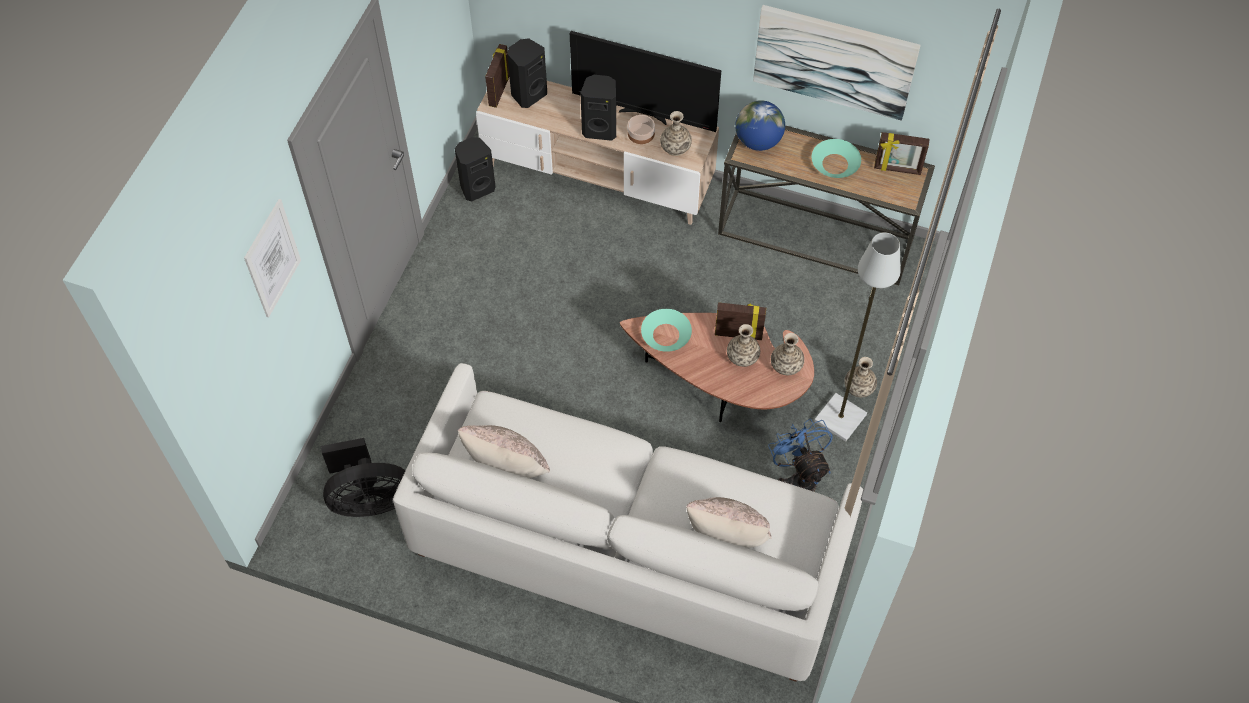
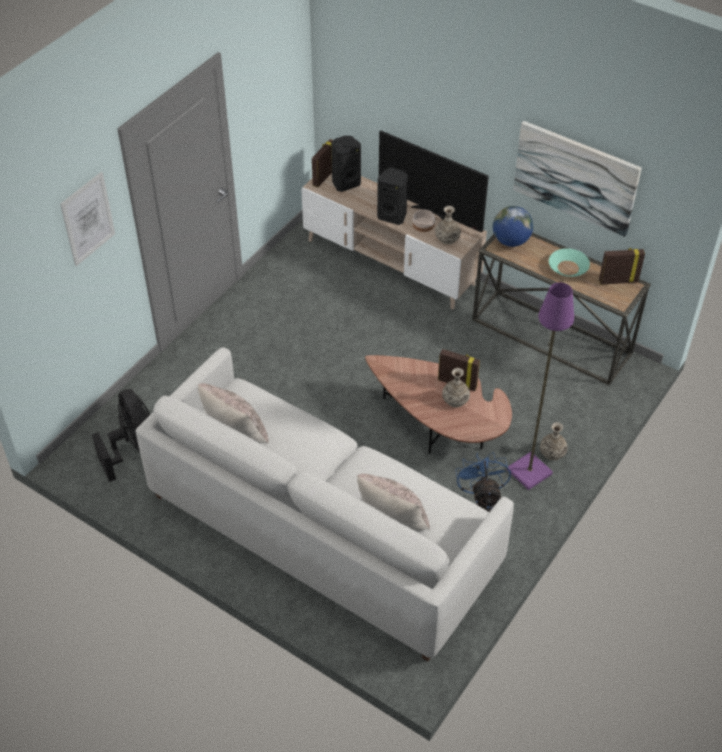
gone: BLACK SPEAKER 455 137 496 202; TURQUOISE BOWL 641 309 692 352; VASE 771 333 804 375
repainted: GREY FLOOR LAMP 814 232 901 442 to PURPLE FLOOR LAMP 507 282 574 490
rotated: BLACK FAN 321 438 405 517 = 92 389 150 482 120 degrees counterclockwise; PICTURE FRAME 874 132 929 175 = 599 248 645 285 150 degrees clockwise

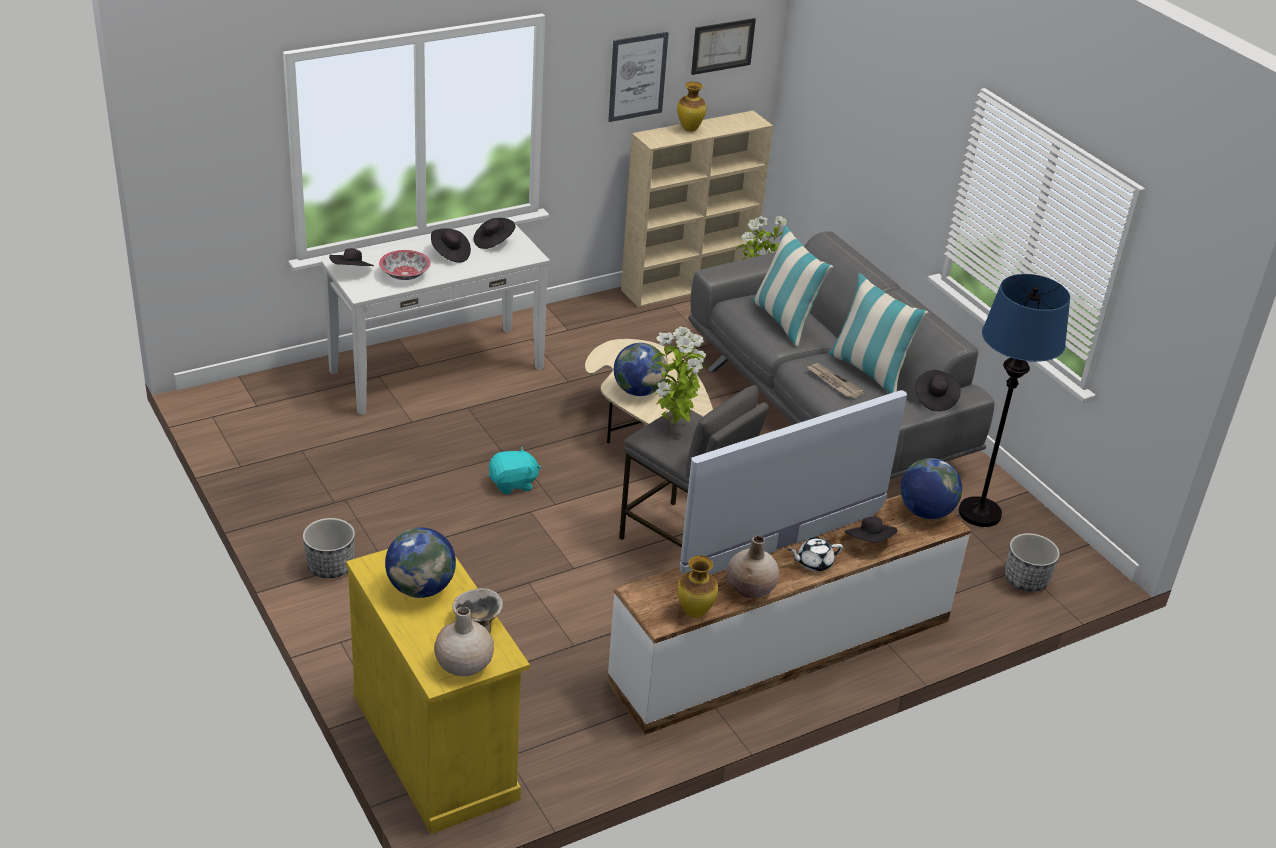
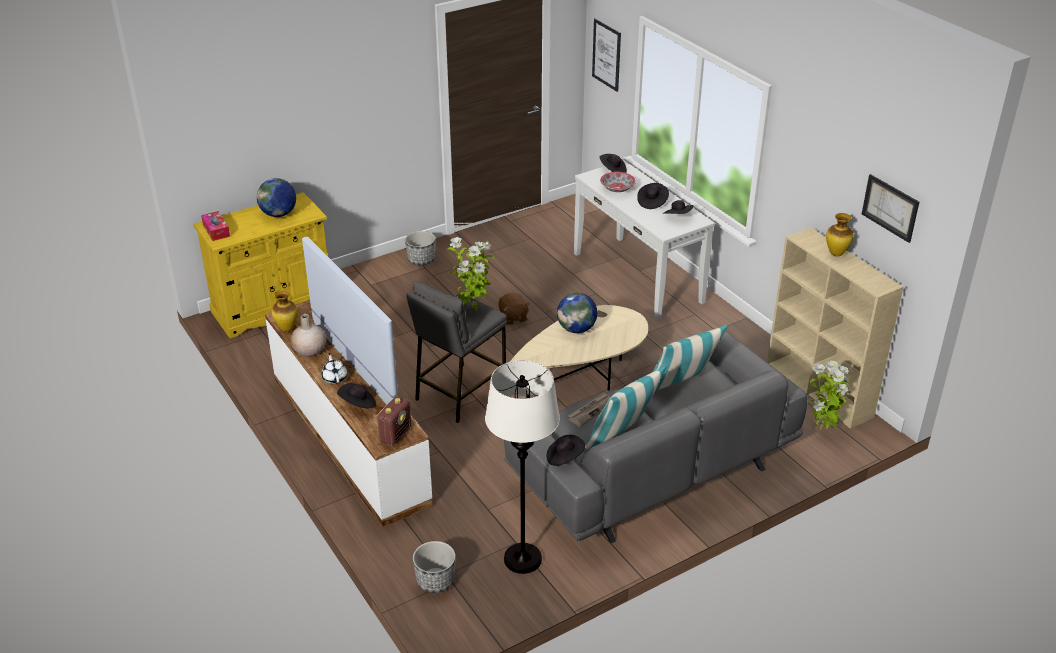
gone: BOWL 452 588 503 633
shifted: PICTURE 608 32 669 122 to 592 18 621 92
swapped: BEIGE VASE 434 606 494 676 to TISSUE BOX 201 211 230 241; GLOBE 900 458 962 519 to RADIO 377 396 411 445
repainted: TURQUOISE PLUSH TOY 489 447 541 495 to BROWN PLUSH TOY 498 293 530 325; BLUE FLOOR LAMP 958 274 1070 527 to WHITE FLOOR LAMP 485 360 560 574

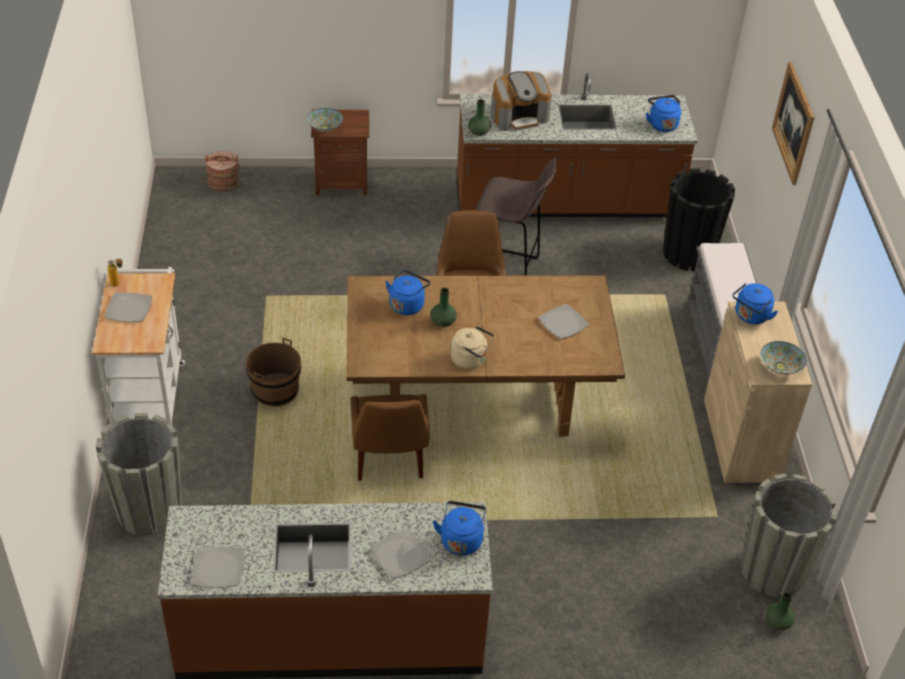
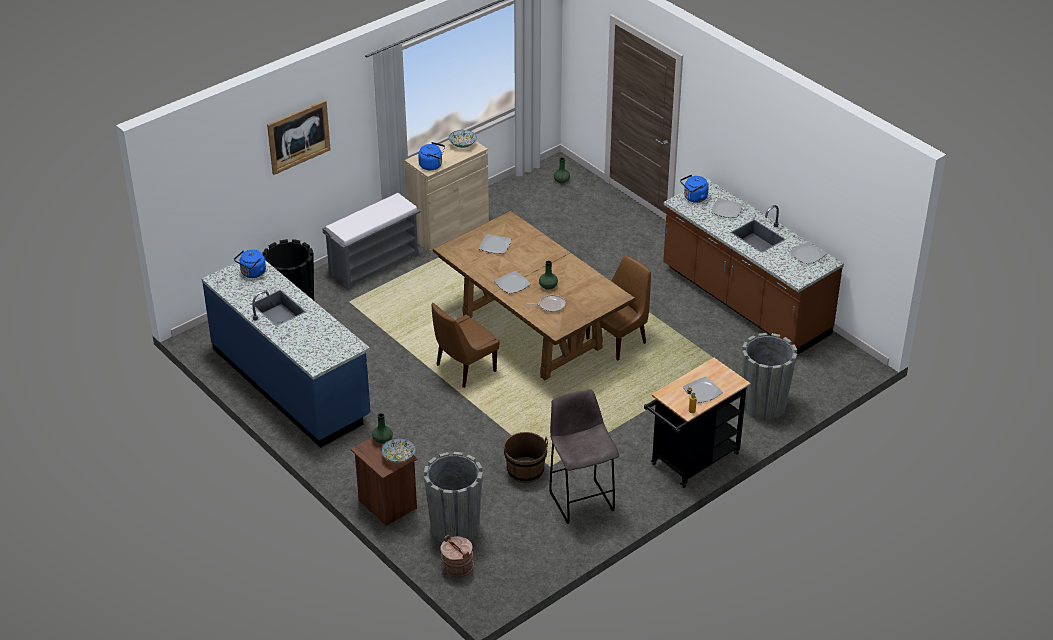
gone: BEIGE KETTLE 451 326 494 369; COFFEE MACHINE 491 71 551 131
new: PLATE 494 271 531 294
shifted: BROWN BUCKET 246 338 301 407 to 503 432 548 483; GREEN VASE 468 99 491 136 to 372 413 393 444; GREY STOOL 476 158 557 276 to 549 389 619 524; GREY PLANTER 741 473 838 598 to 424 452 483 543
swapped: BLUE KETTLE 385 270 431 315 to FRYING PAN 526 295 566 312
repainted: WHITE CART 92 267 185 427 to BLACK CART 644 358 750 488; BROWN COUNTER 457 73 698 217 to BLUE COUNTER 202 260 371 448

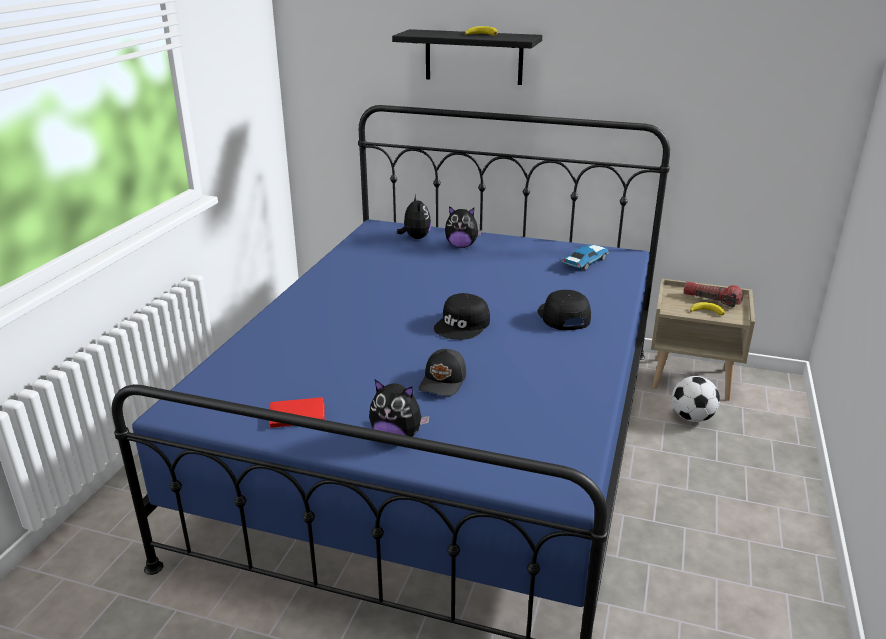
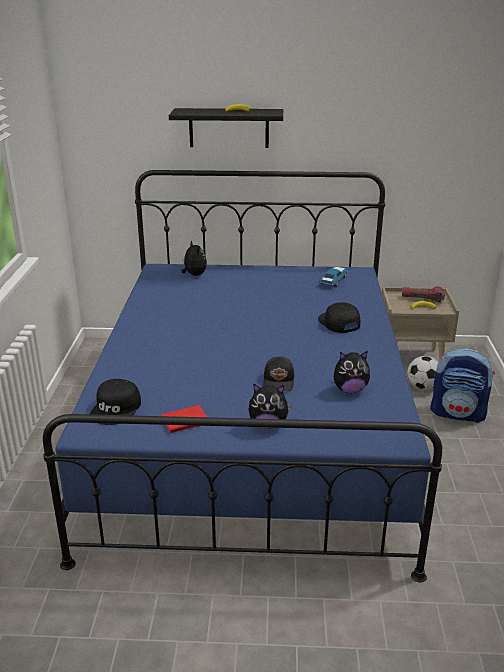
new: BACKPACK 430 348 495 423
shifted: BLACK CAP 434 293 490 340 to 90 379 141 425; PLUSH TOY 445 206 482 248 to 334 351 370 393

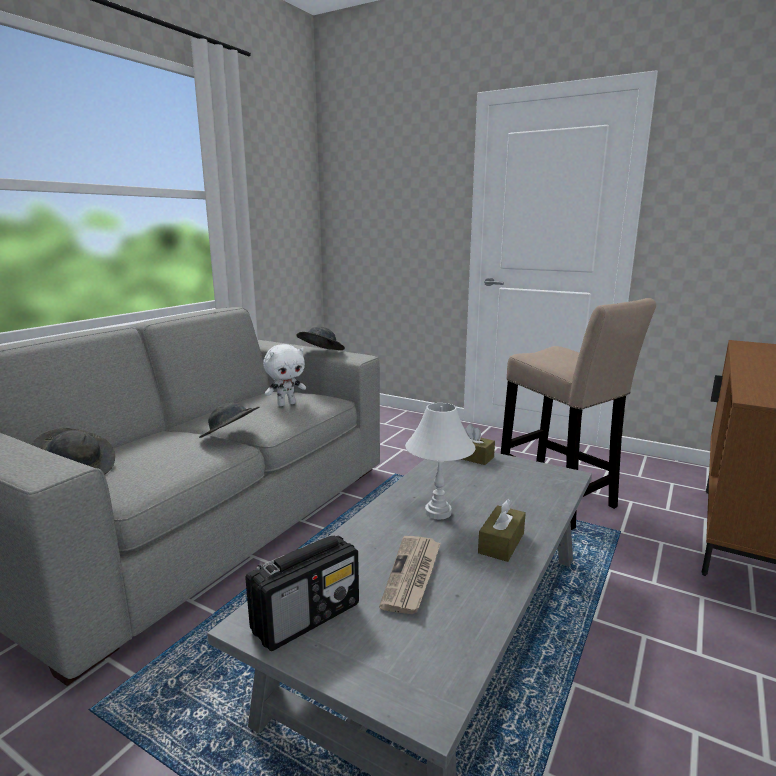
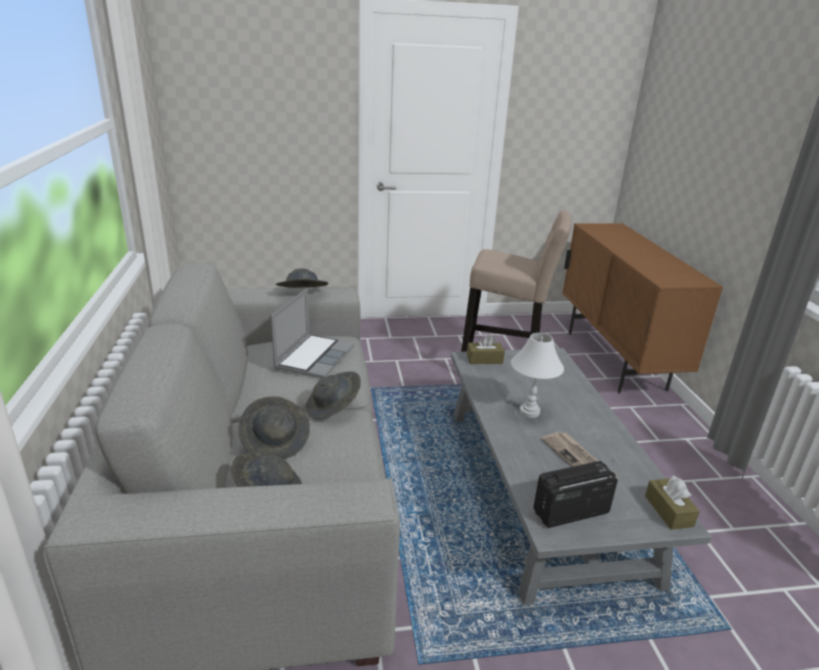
new: GREY HAT 238 396 310 459
shifted: BROWN TISSUE BOX 478 499 526 562 to 645 475 700 530
swapped: WHITE PLUSH TOY 263 344 306 406 to LAPTOP 271 288 354 378
rotated: RADIO 245 535 359 651 = 533 461 618 528 120 degrees counterclockwise

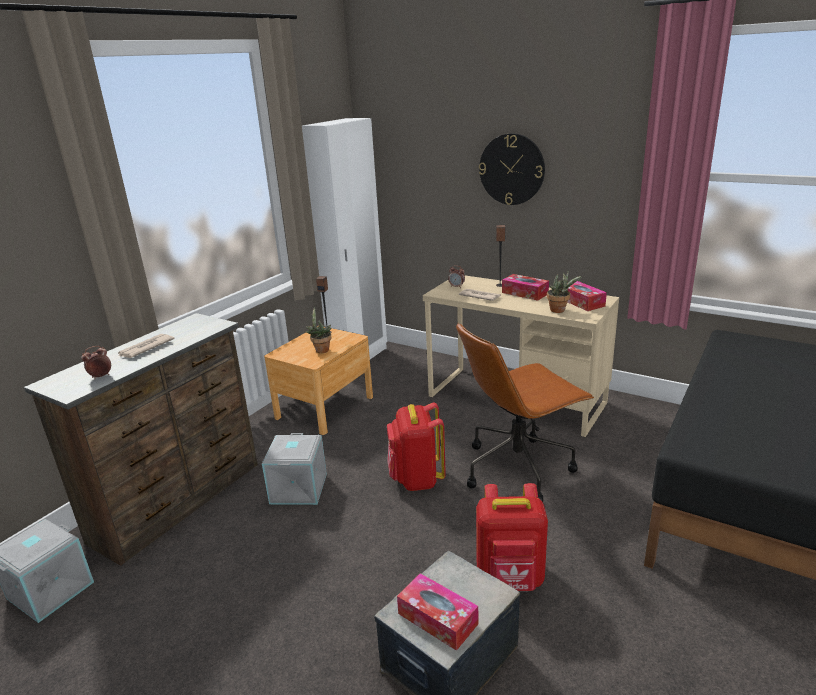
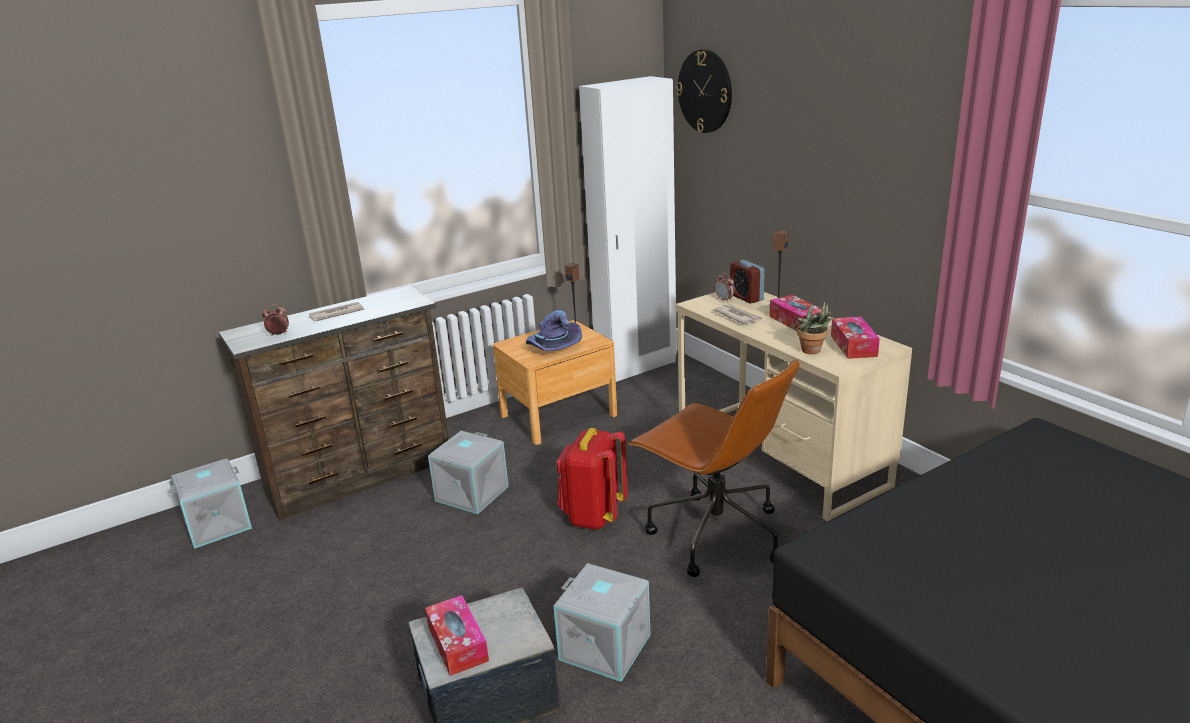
new: ALARM CLOCK 730 260 765 303
shifted: WALL CLOCK 479 133 545 205 to 676 49 732 133
swapped: POTTED PLANT 304 307 331 353 to PURPLE HAT 526 310 582 351; RED BACKPACK 476 483 548 591 to GREY STORAGE BOX 554 563 651 682
rotated: BROWN OFFICE CHAIR 456 323 594 502 = 628 358 799 577 135 degrees counterclockwise

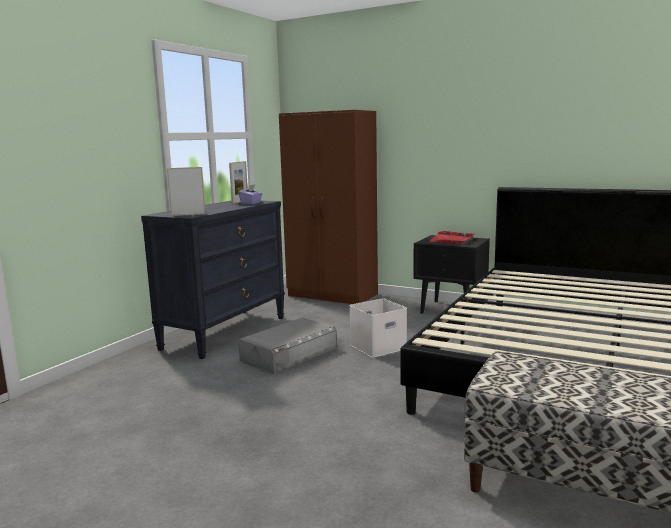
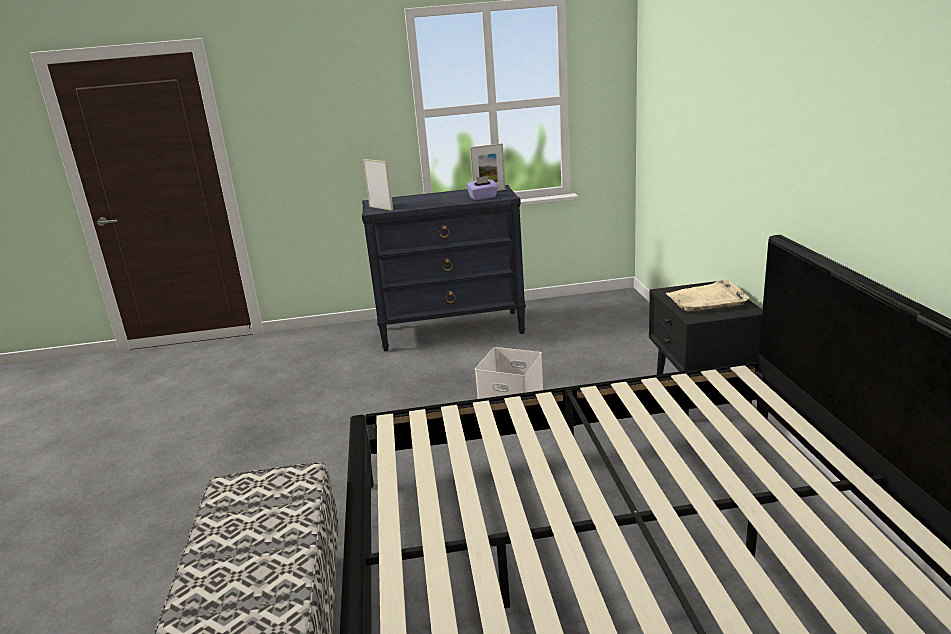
gone: GREY STORAGE BOX 239 318 337 374; BROWN WARDROBE 279 110 378 304
repainted: RED TRAY 429 231 476 244 to BEIGE TRAY 666 279 750 312

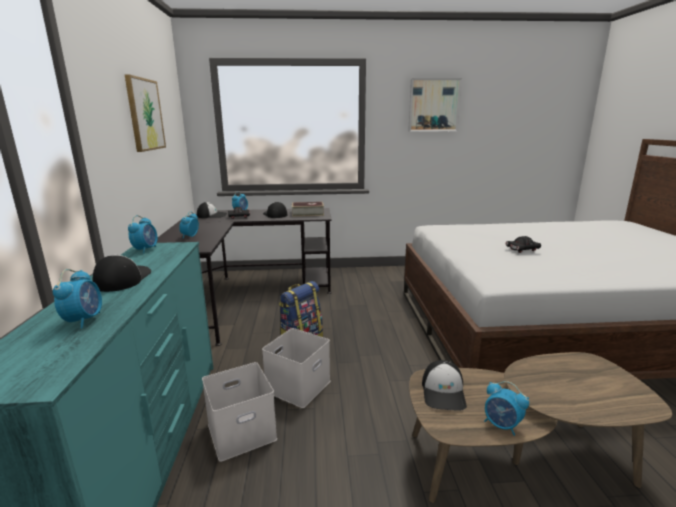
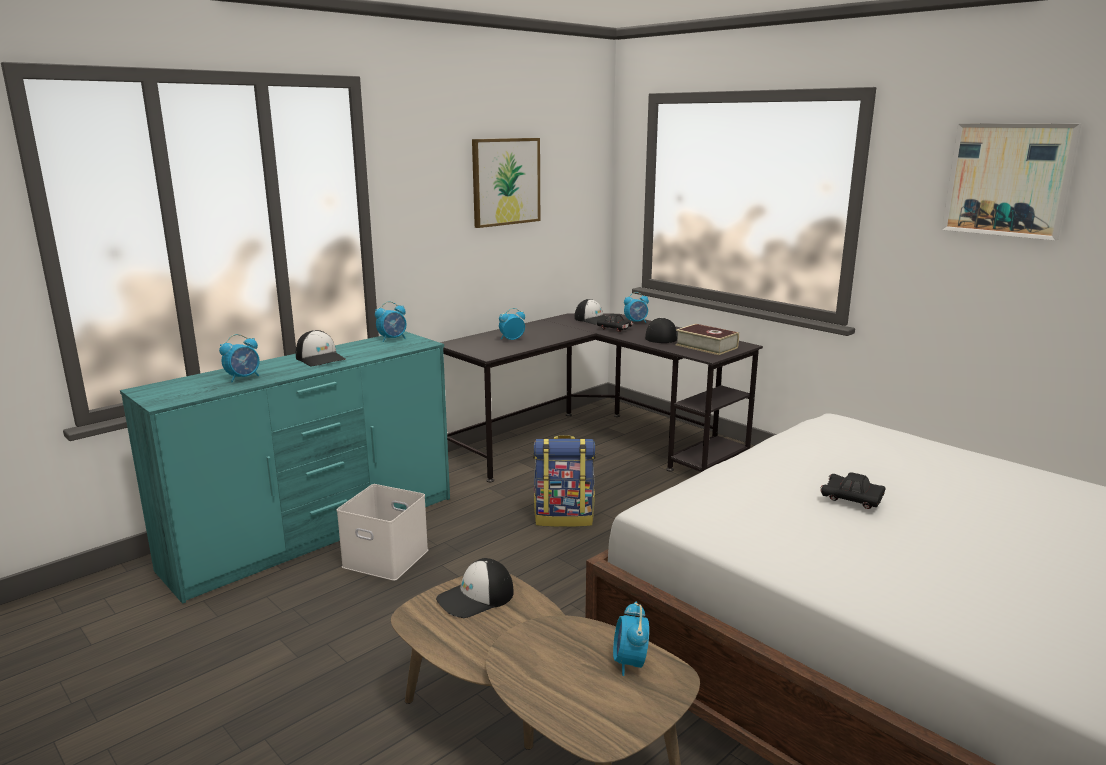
gone: WHITE STORAGE BOX 262 328 330 408
shifted: ALARM CLOCK 484 381 529 436 to 613 601 649 676
rotated: CAP 93 255 151 292 = 296 330 346 366 90 degrees clockwise

